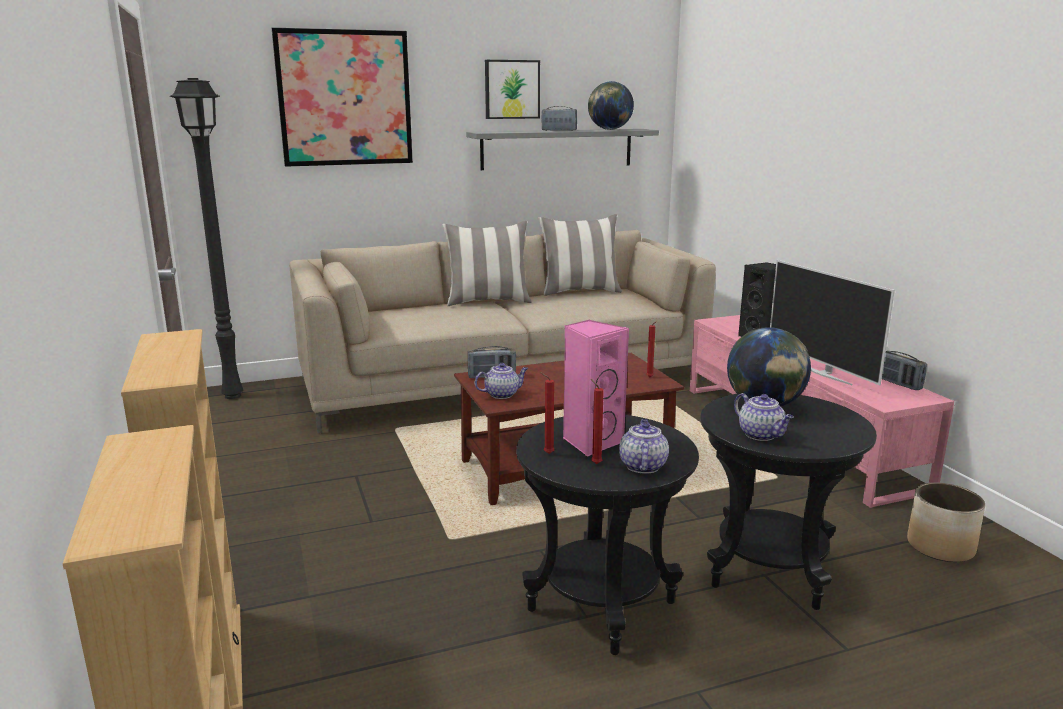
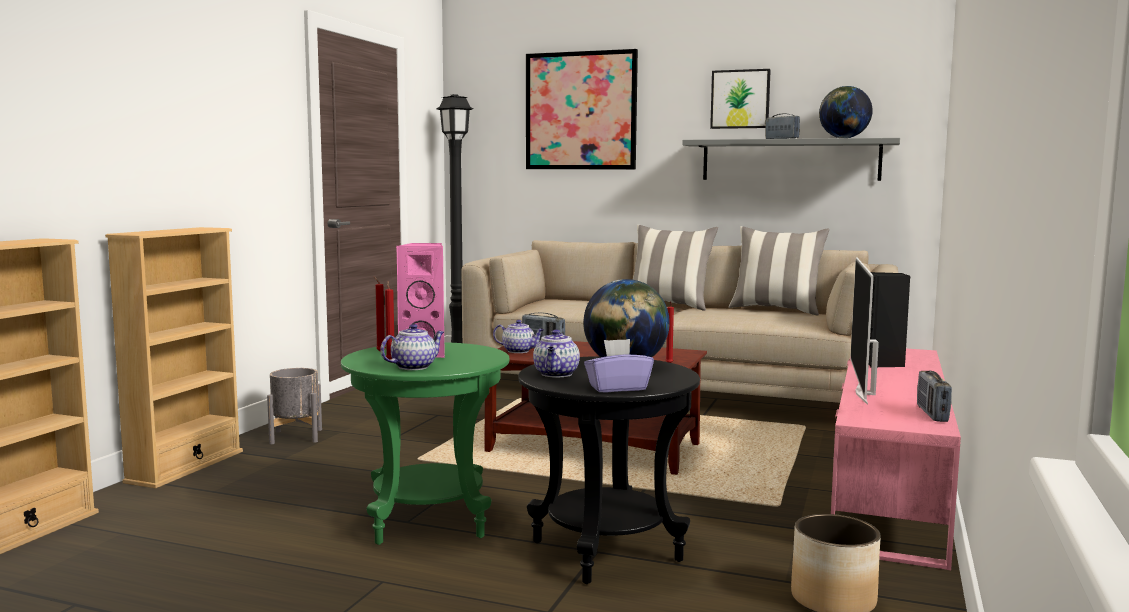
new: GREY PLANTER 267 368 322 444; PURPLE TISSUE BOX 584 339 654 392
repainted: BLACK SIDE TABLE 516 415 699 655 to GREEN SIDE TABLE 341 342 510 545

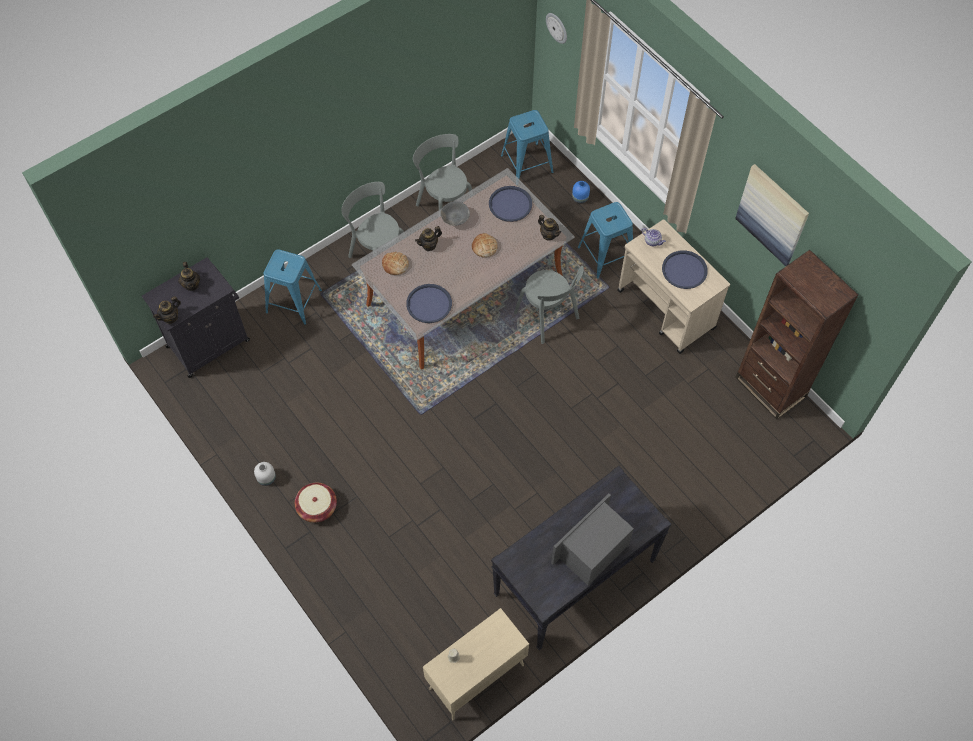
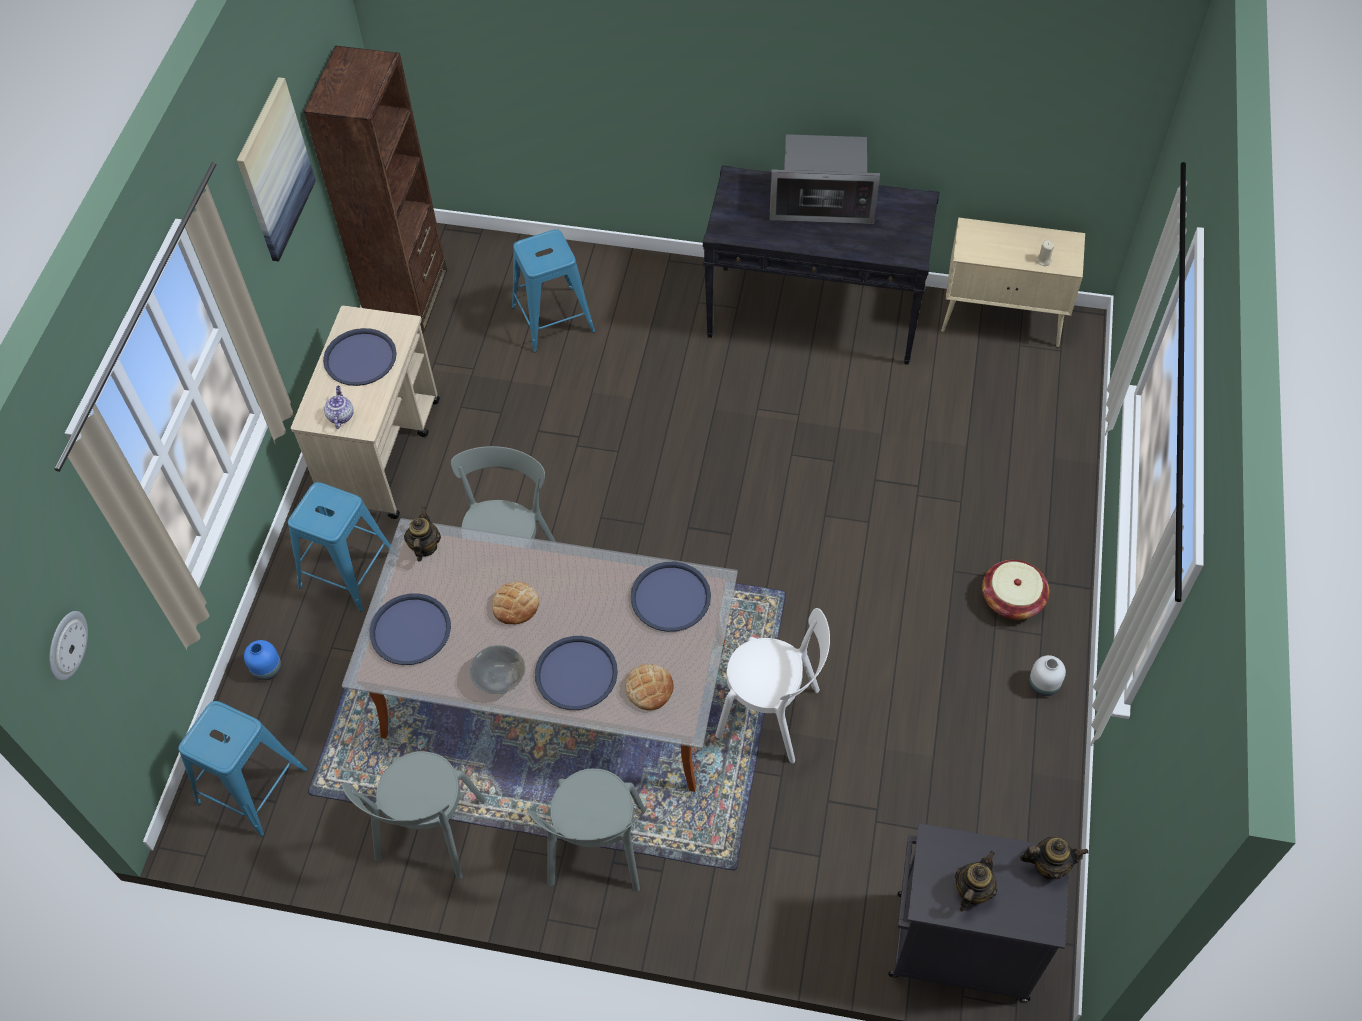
new: WHITE CHAIR 715 608 830 763
shifted: BLUE STOOL 264 249 322 325 to 512 229 595 352
swapped: TEAPOT 415 226 442 251 to BLUE TRAY 535 636 618 710

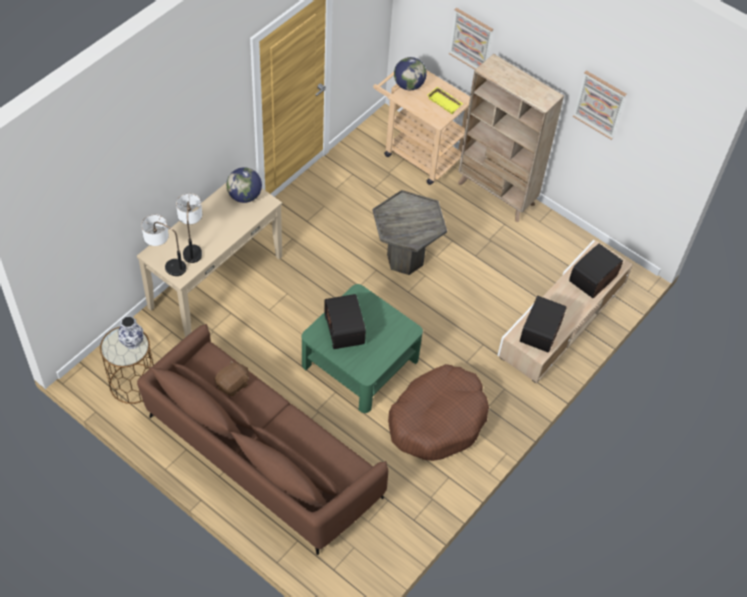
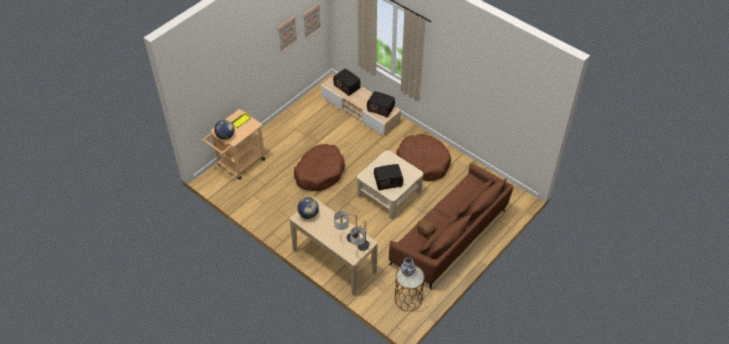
gone: BEIGE BOOKCASE 458 54 564 222
shifted: PICTURE 449 8 493 70 to 302 3 322 41
swapped: GREY SIDE TABLE 373 190 447 275 to BROWN DOG BED 294 144 345 191
repainted: GREEN COFFEE TABLE 301 284 423 413 to BEIGE COFFEE TABLE 357 150 423 219

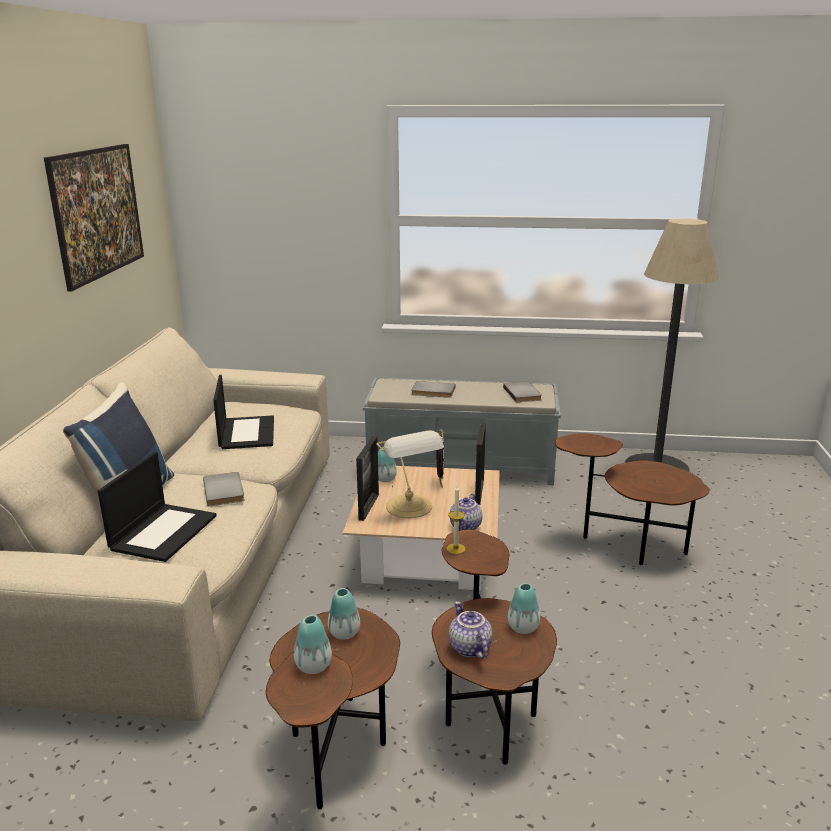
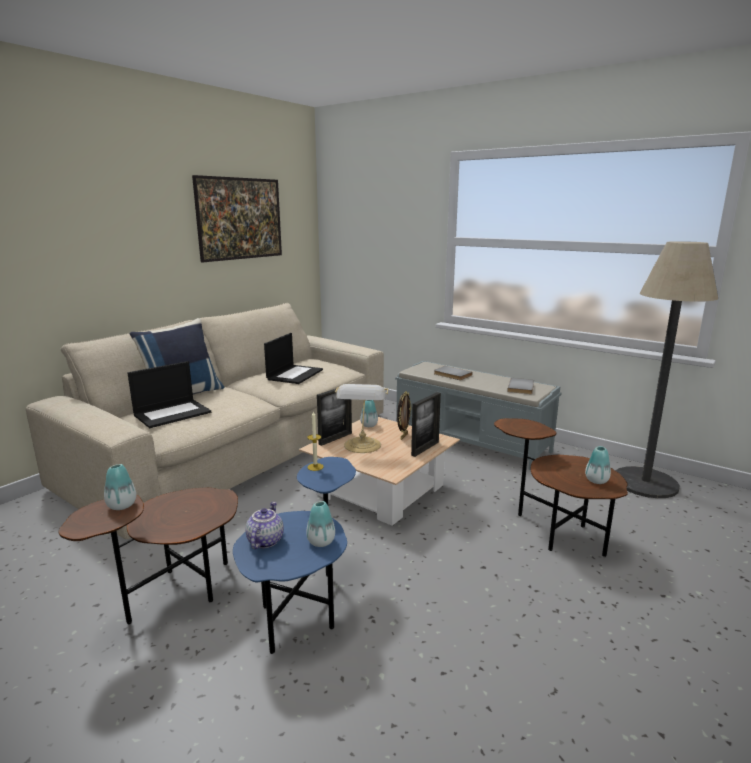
gone: GREY BOOK 203 472 245 507; TEAPOT 450 494 483 530
shifted: VASE 328 588 360 640 to 585 446 611 484
repainted: BROWN SIDE TABLE 432 529 557 765 to BLUE SIDE TABLE 233 457 356 654

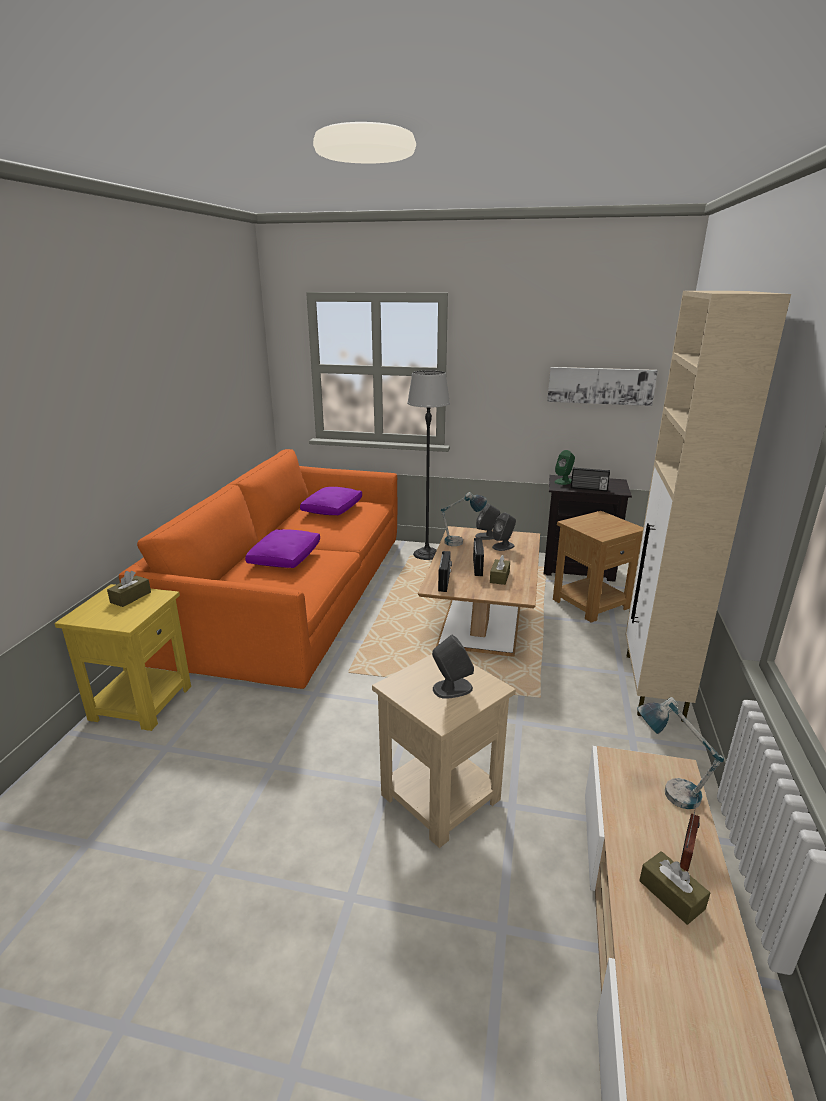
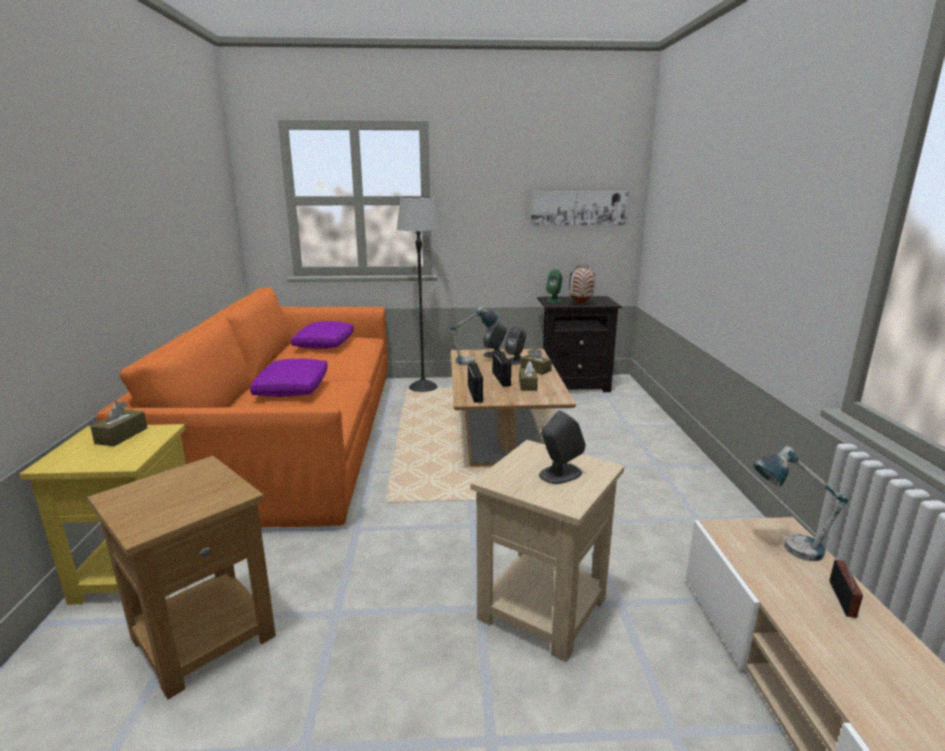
gone: BEIGE CABINET 626 291 791 722
shifted: BROWN SIDE TABLE 553 511 643 623 to 87 456 276 699; BROWN TISSUE BOX 639 851 710 925 to 521 347 552 375
swapped: RADIO 571 467 610 491 to VASE 569 265 595 304

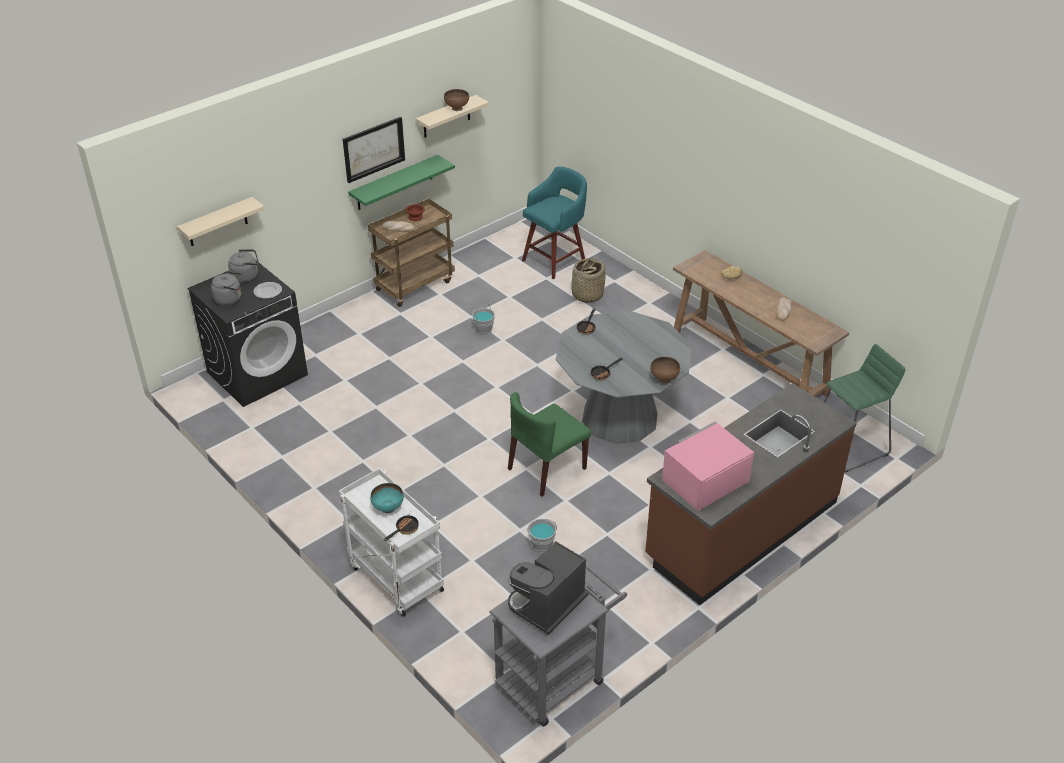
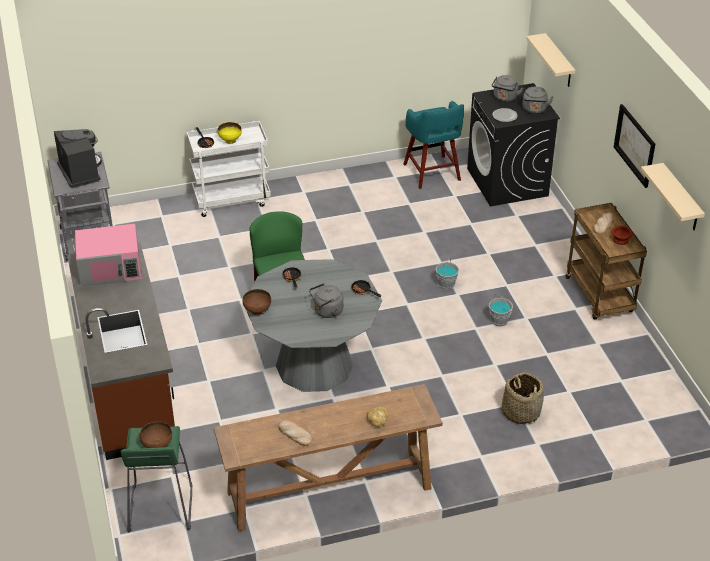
gone: GREEN SHELF 348 155 455 210
new: GREY KETTLE 309 283 343 318
shifted: BROWN BOWL 444 89 469 111 to 140 421 172 448; TURQUOISE STOOL 522 167 587 279 to 403 101 464 189; GREY BUCKET 528 519 557 552 to 436 257 459 290
repainted: TURQUOISE BOWL 370 483 404 513 to YELLOW BOWL 217 122 242 144
rotated: PINK MICROWAVE 662 421 754 511 = 75 224 142 288 90 degrees clockwise

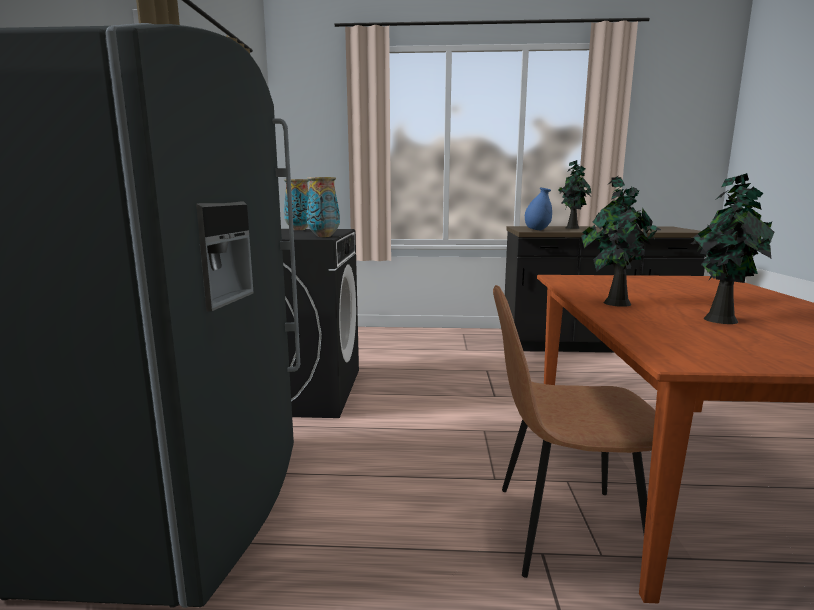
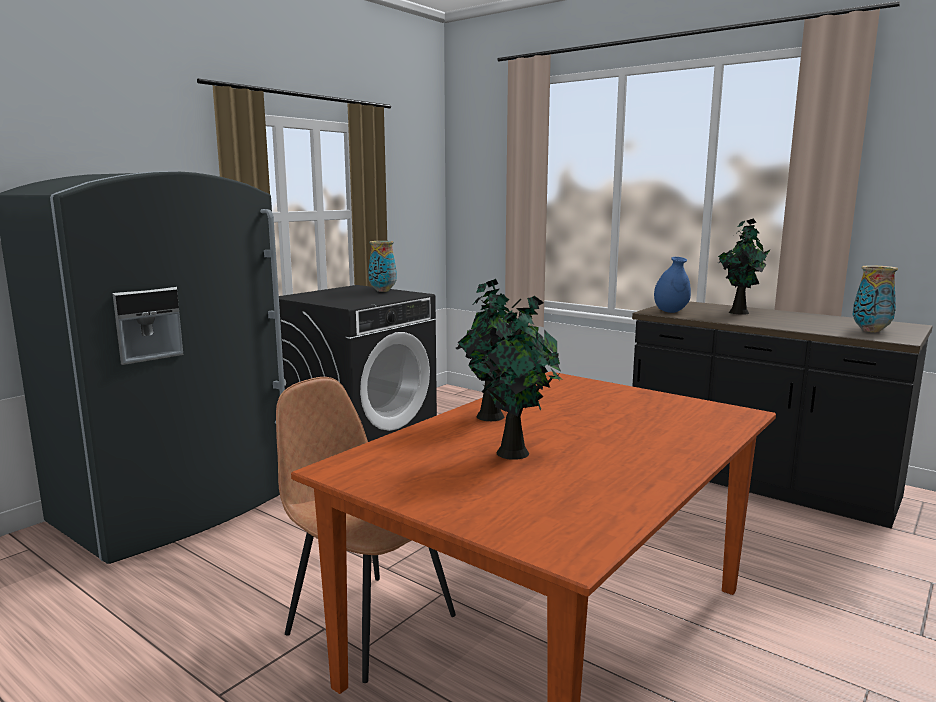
shifted: VASE 306 177 340 237 to 853 265 898 332

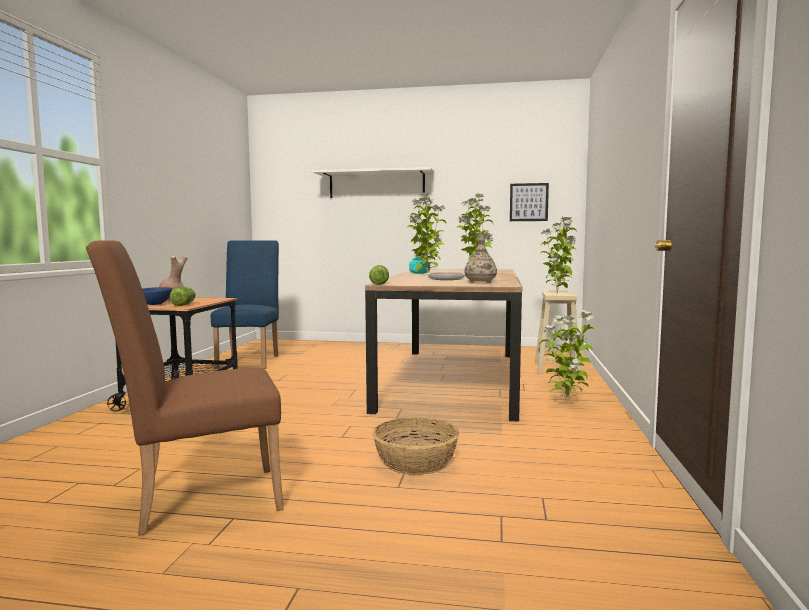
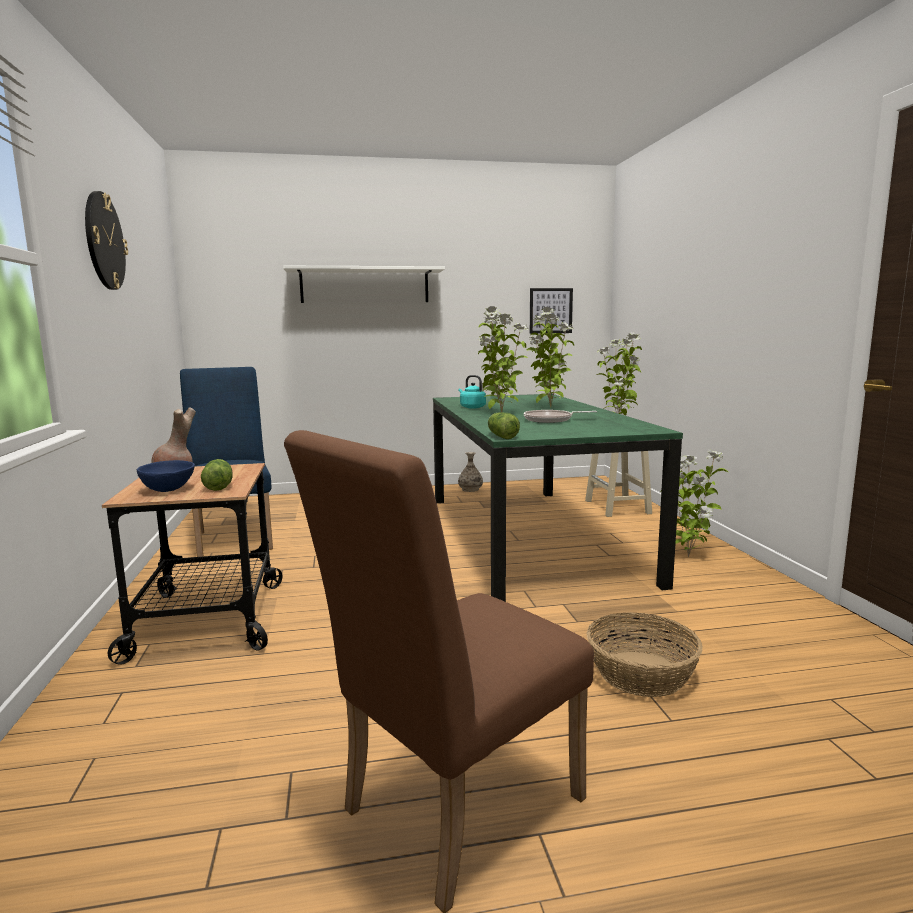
new: WALL CLOCK 85 191 128 290
shifted: VASE 465 233 497 283 to 458 452 483 492
repainted: BROWN DINING TABLE 365 269 523 422 to GREEN DINING TABLE 433 394 683 602

